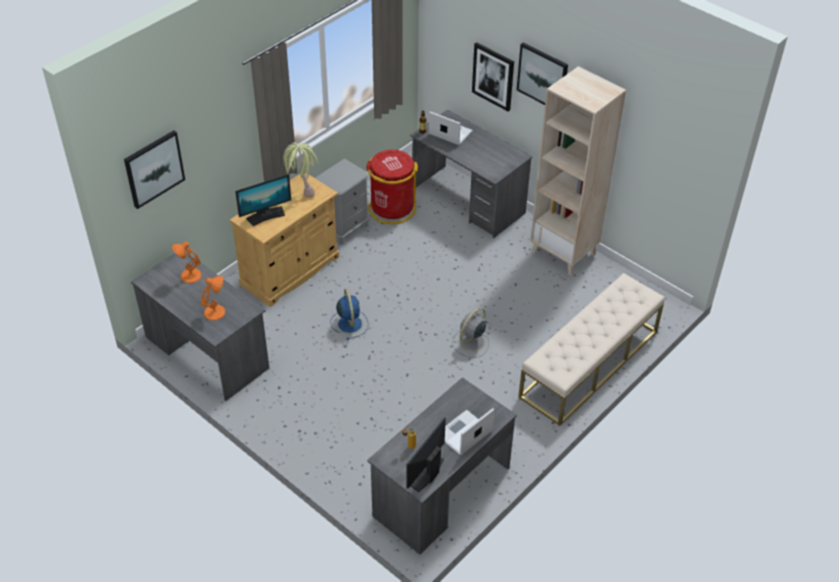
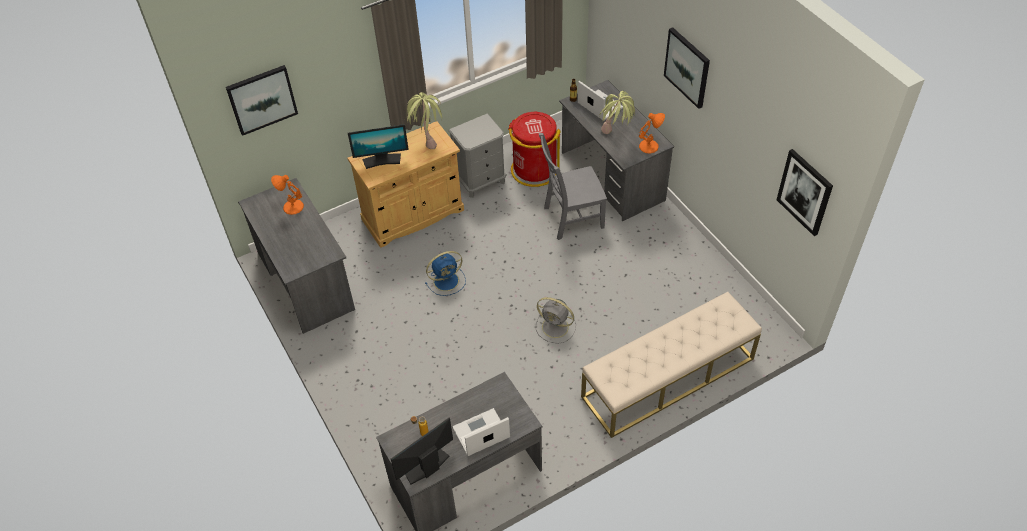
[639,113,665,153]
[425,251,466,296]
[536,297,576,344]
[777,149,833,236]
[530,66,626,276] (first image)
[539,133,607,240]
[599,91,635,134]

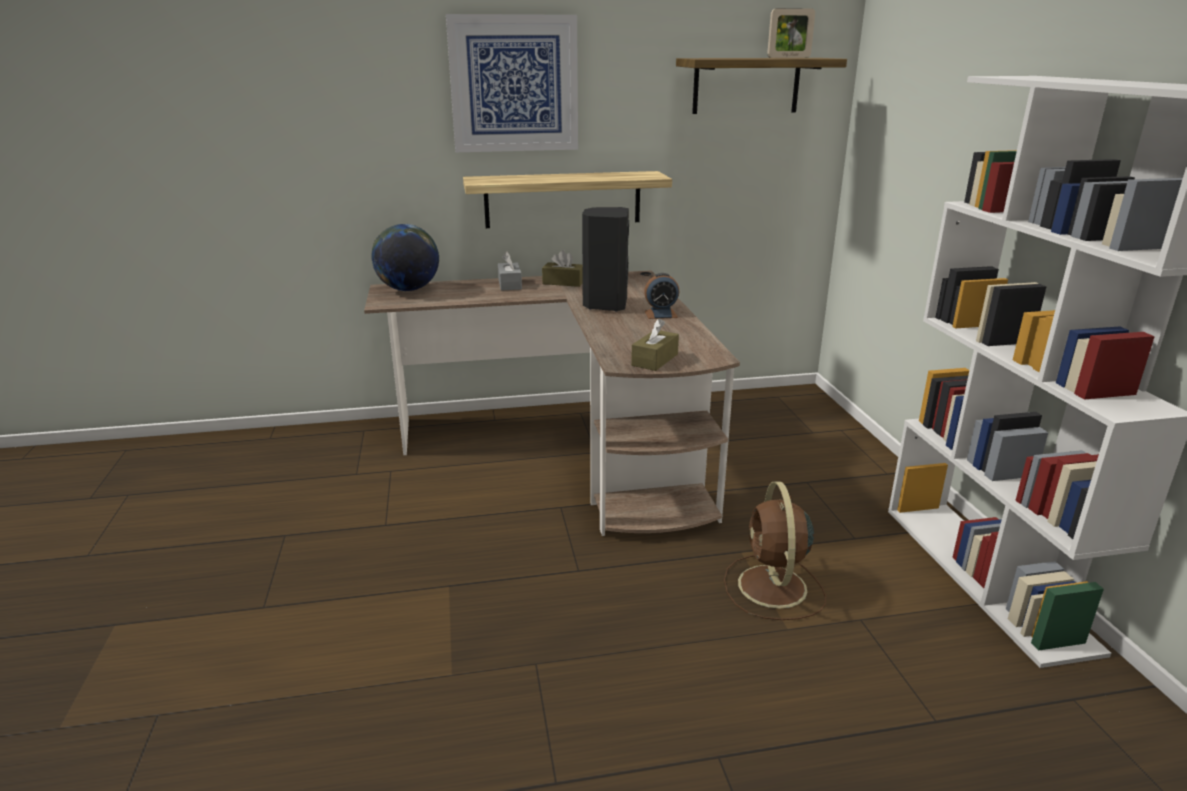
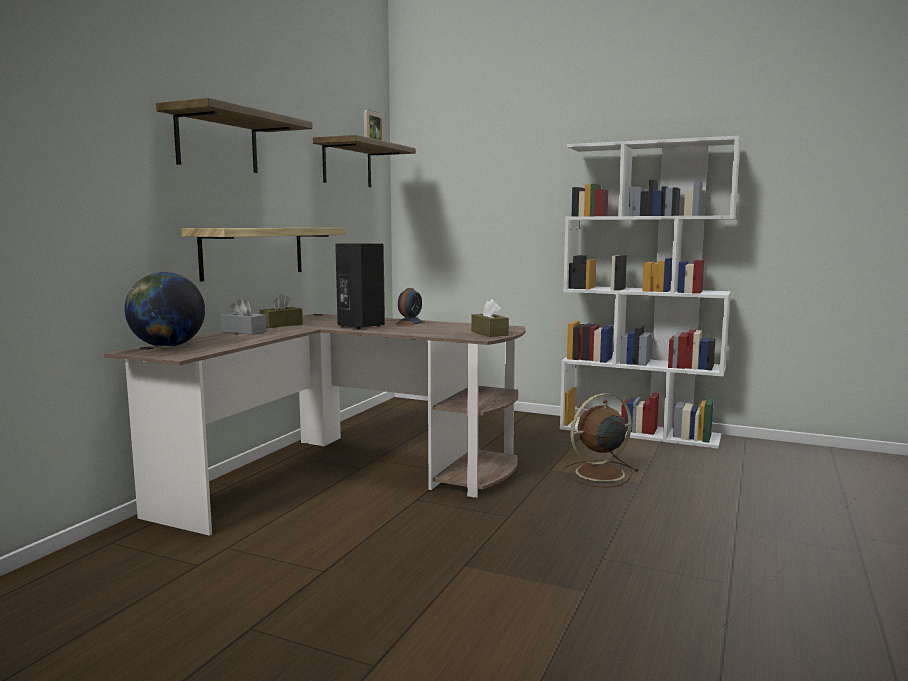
[156,98,313,173]
[563,393,639,488]

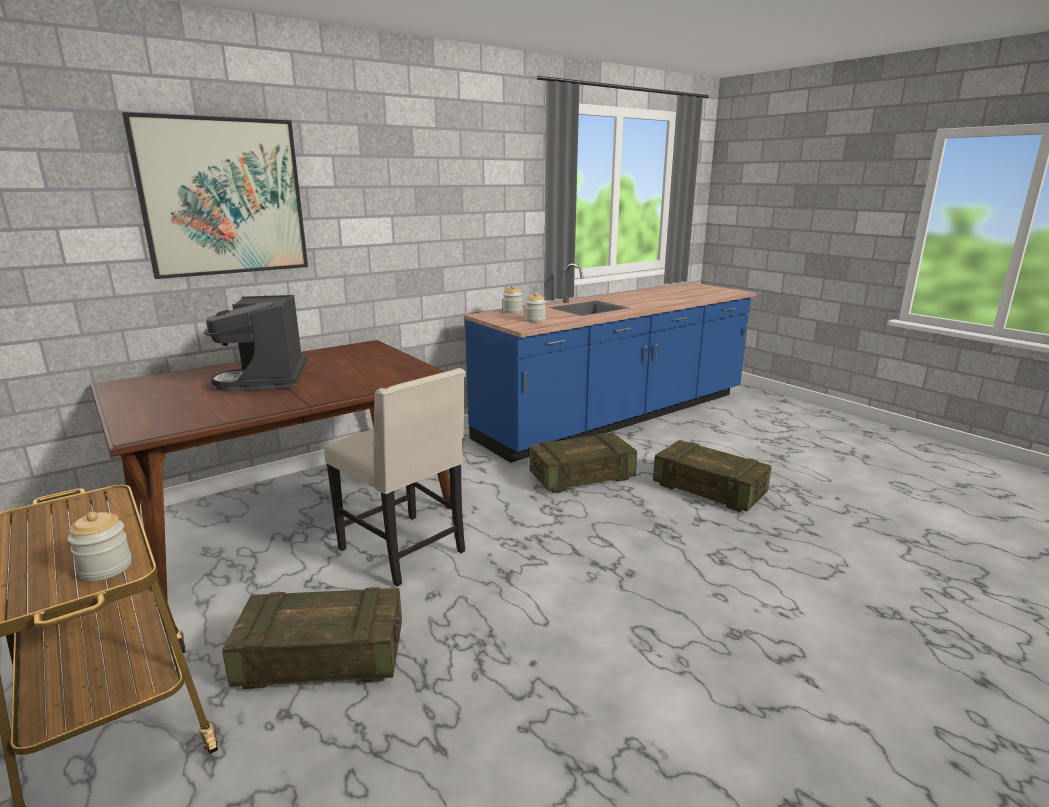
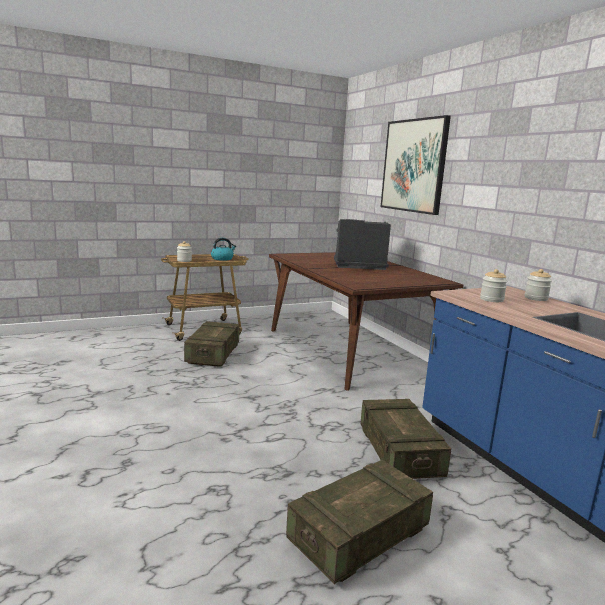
[324,368,466,587] (first image)
[211,238,236,261]

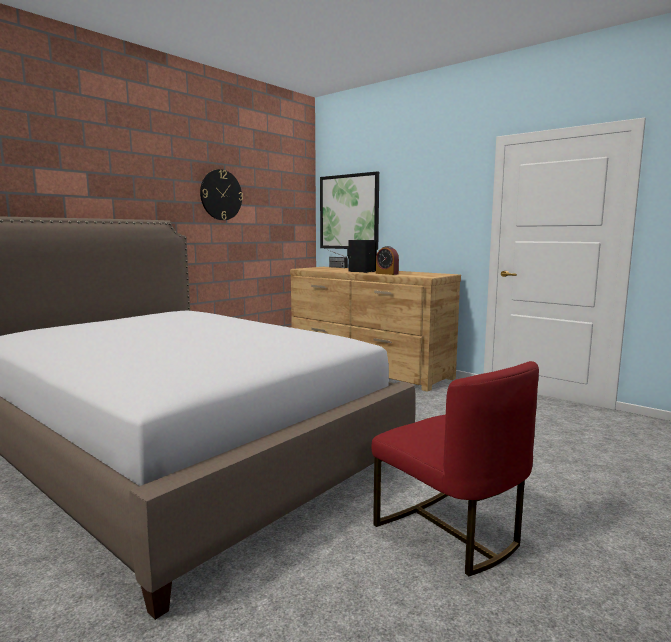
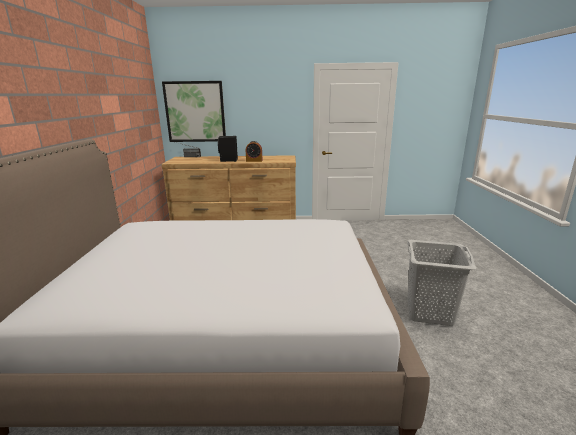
[200,169,243,220] (first image)
[407,240,476,326]

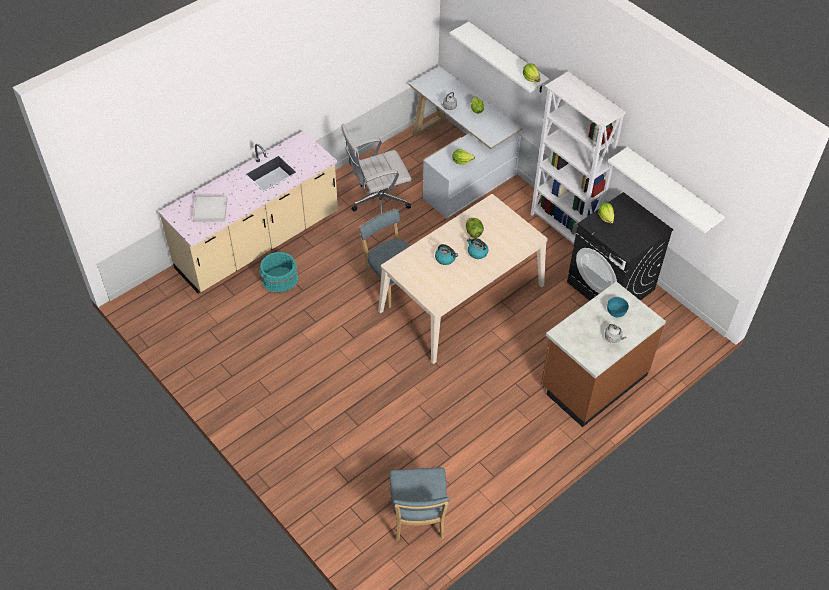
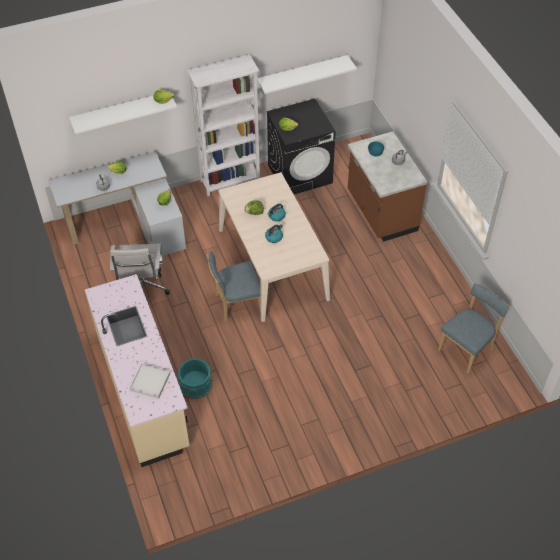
[438,283,510,374]

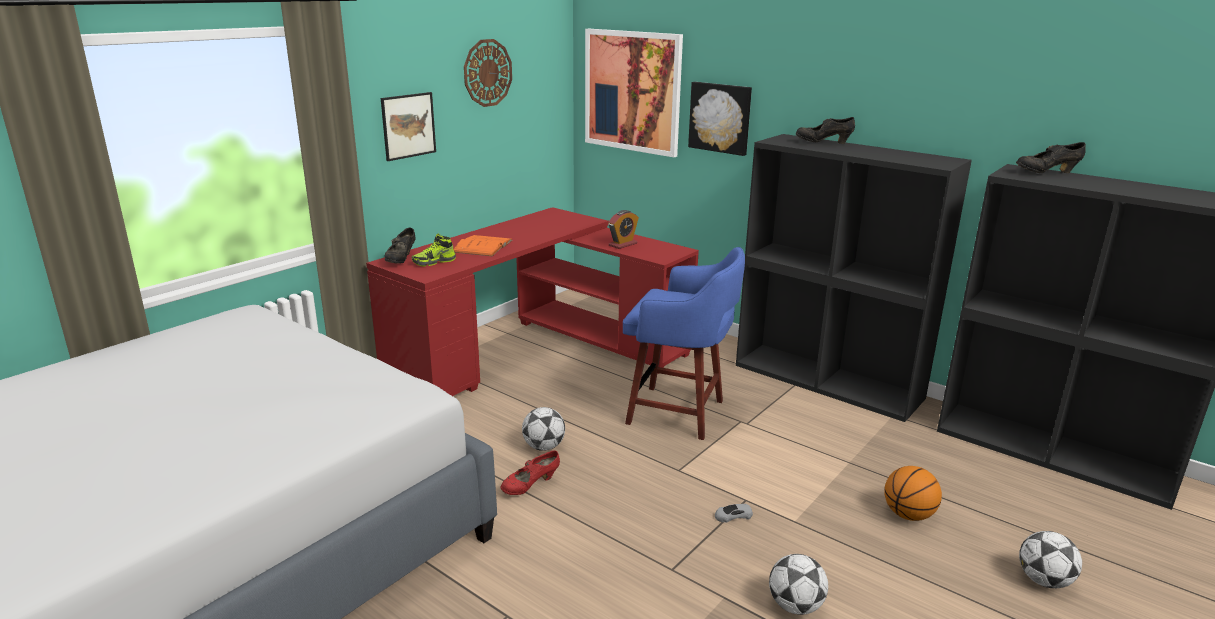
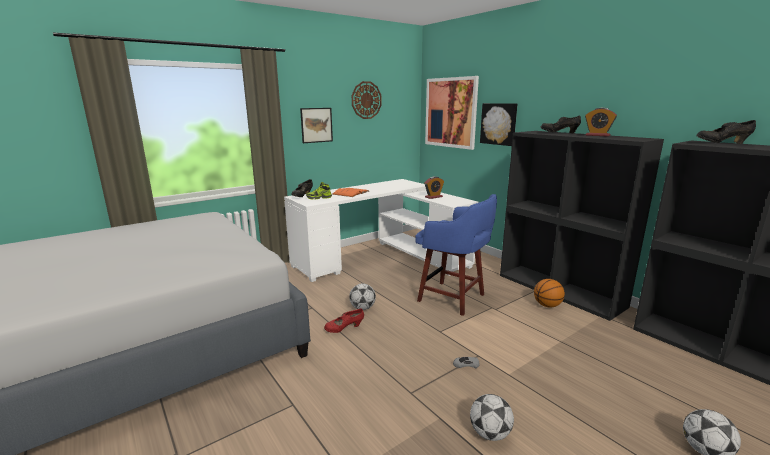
[284,179,479,282]
[534,279,565,307]
[585,107,617,136]

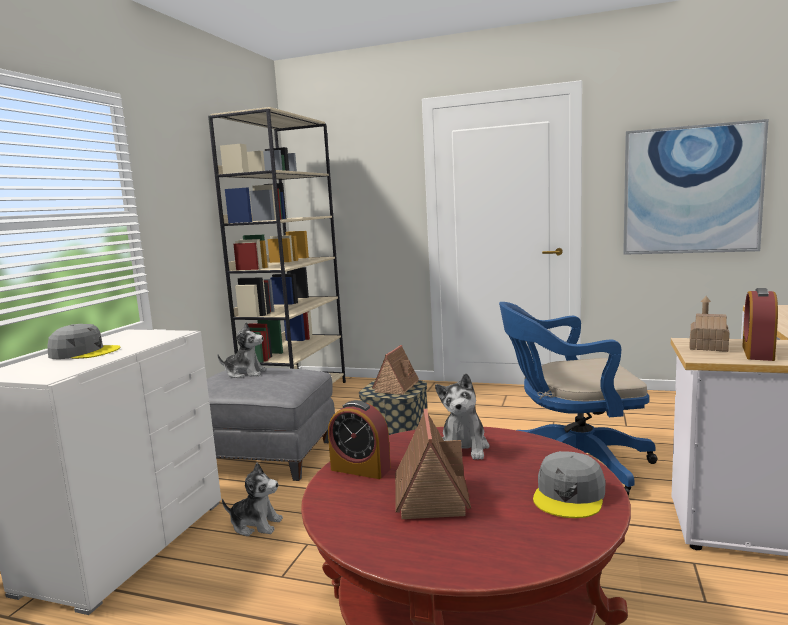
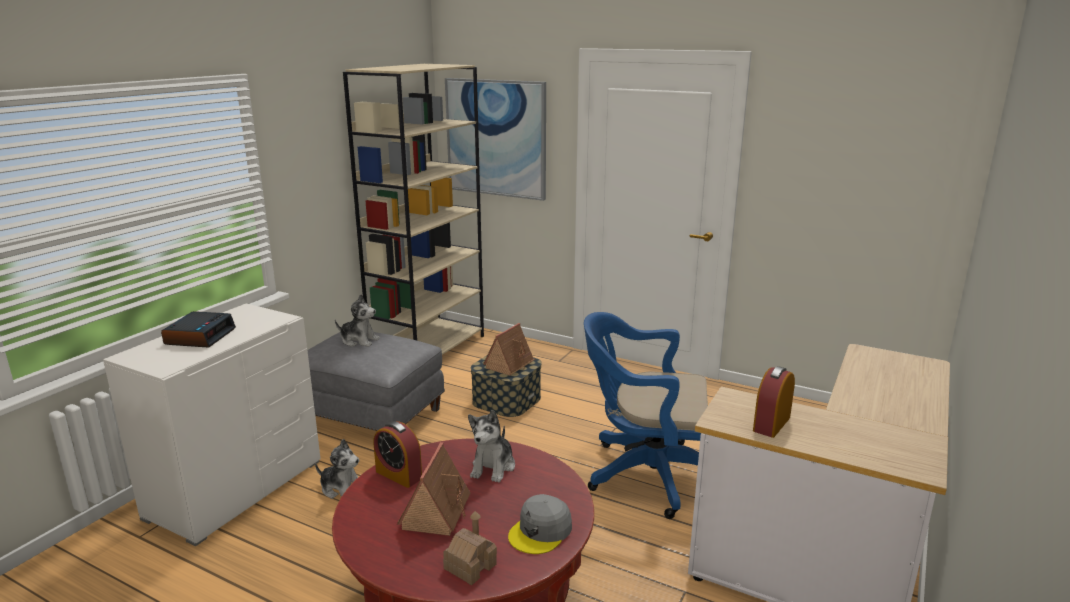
[161,311,236,348]
[445,78,546,201]
[443,511,497,585]

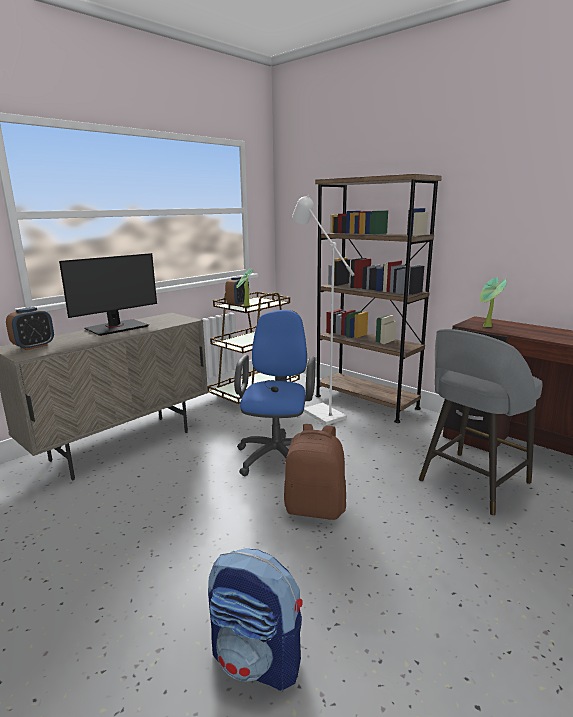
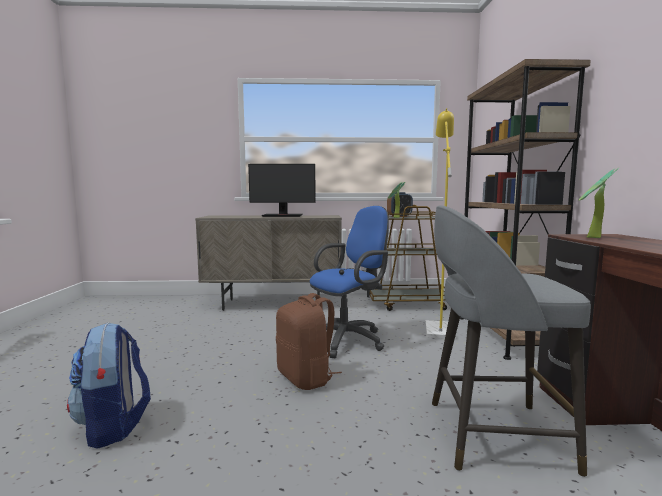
[6,307,54,350] (first image)
[425,108,456,339]

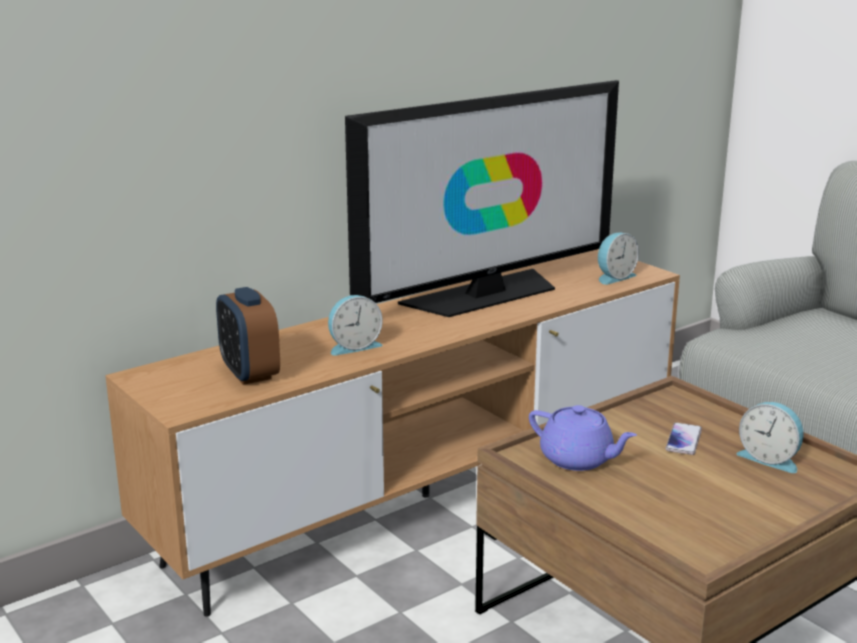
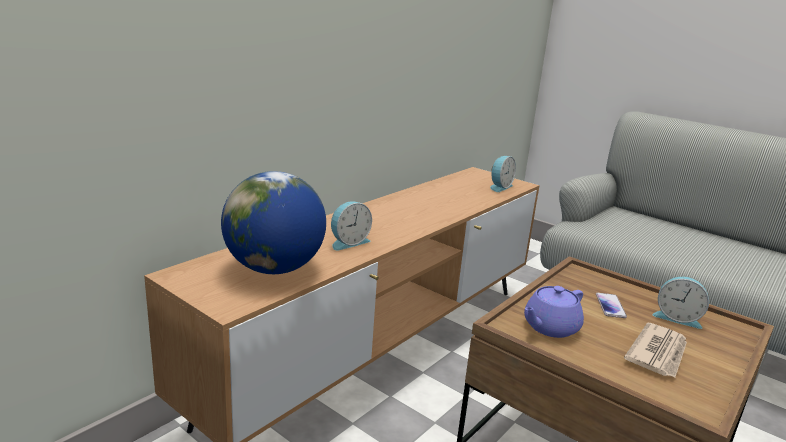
[221,171,326,274]
[345,80,619,317] (first image)
[524,286,584,338]
[624,322,687,377]

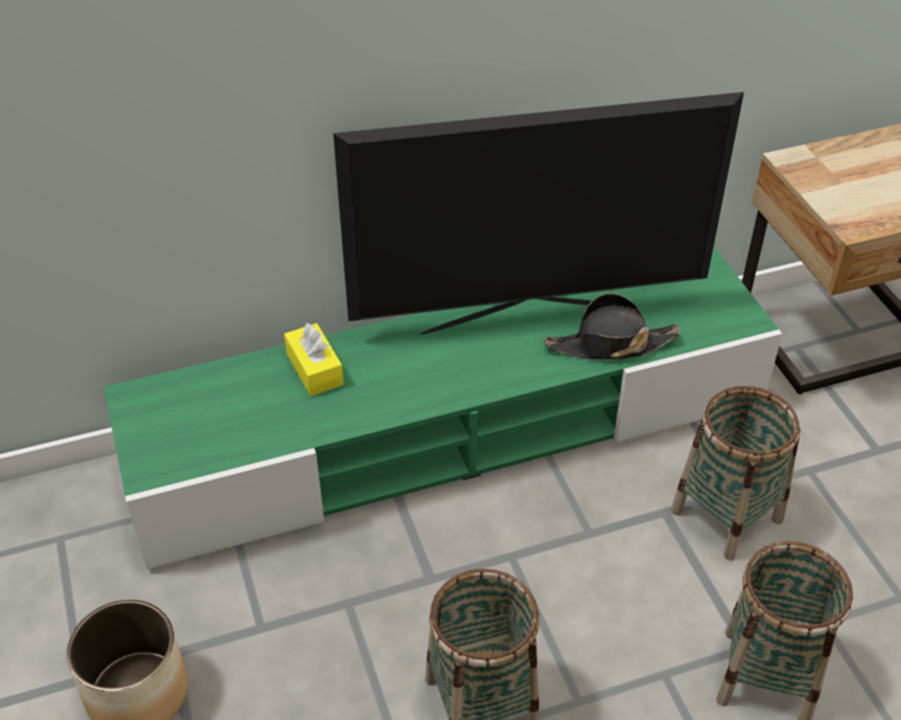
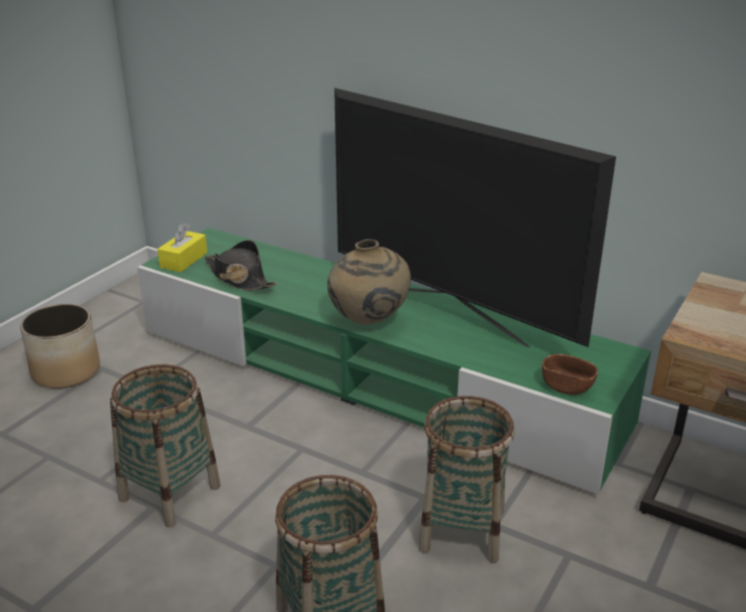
[157,223,207,272]
[205,240,277,291]
[327,239,411,325]
[542,354,598,395]

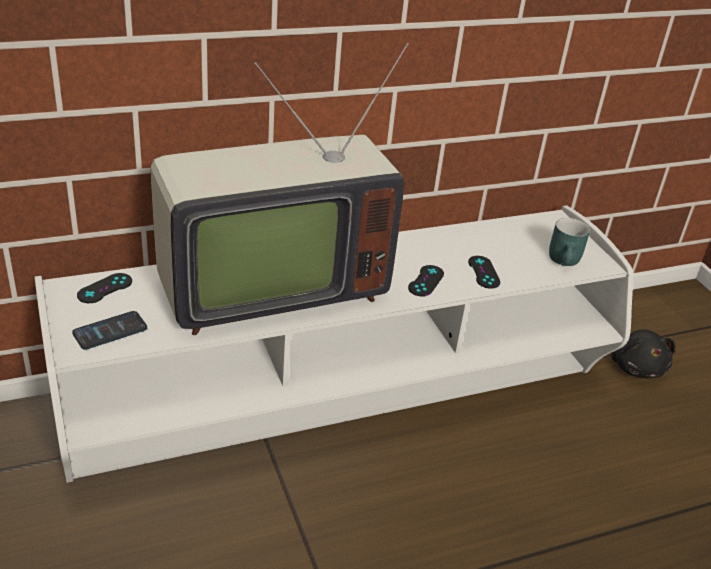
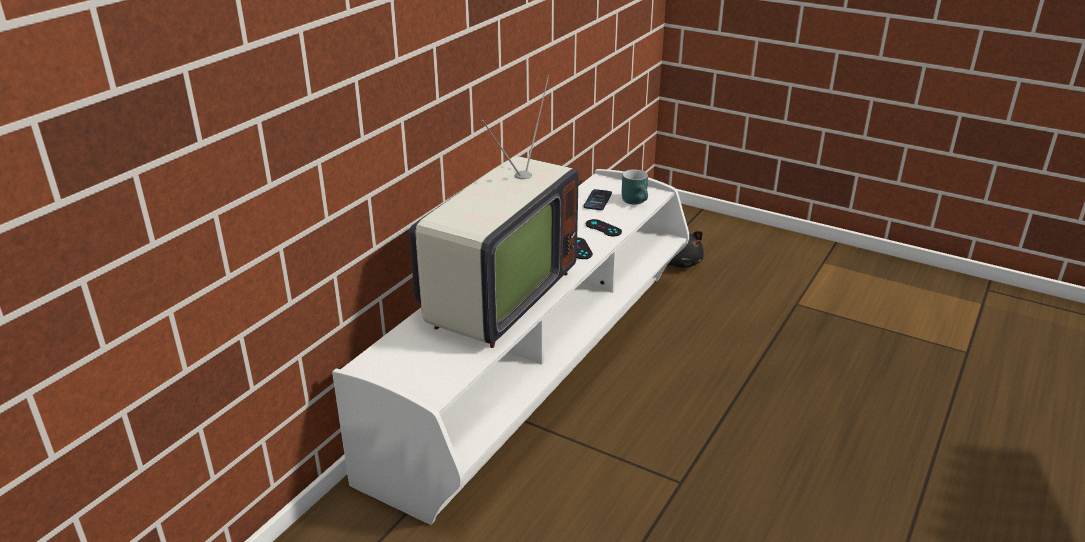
[584,189,612,210]
[77,273,132,303] (first image)

